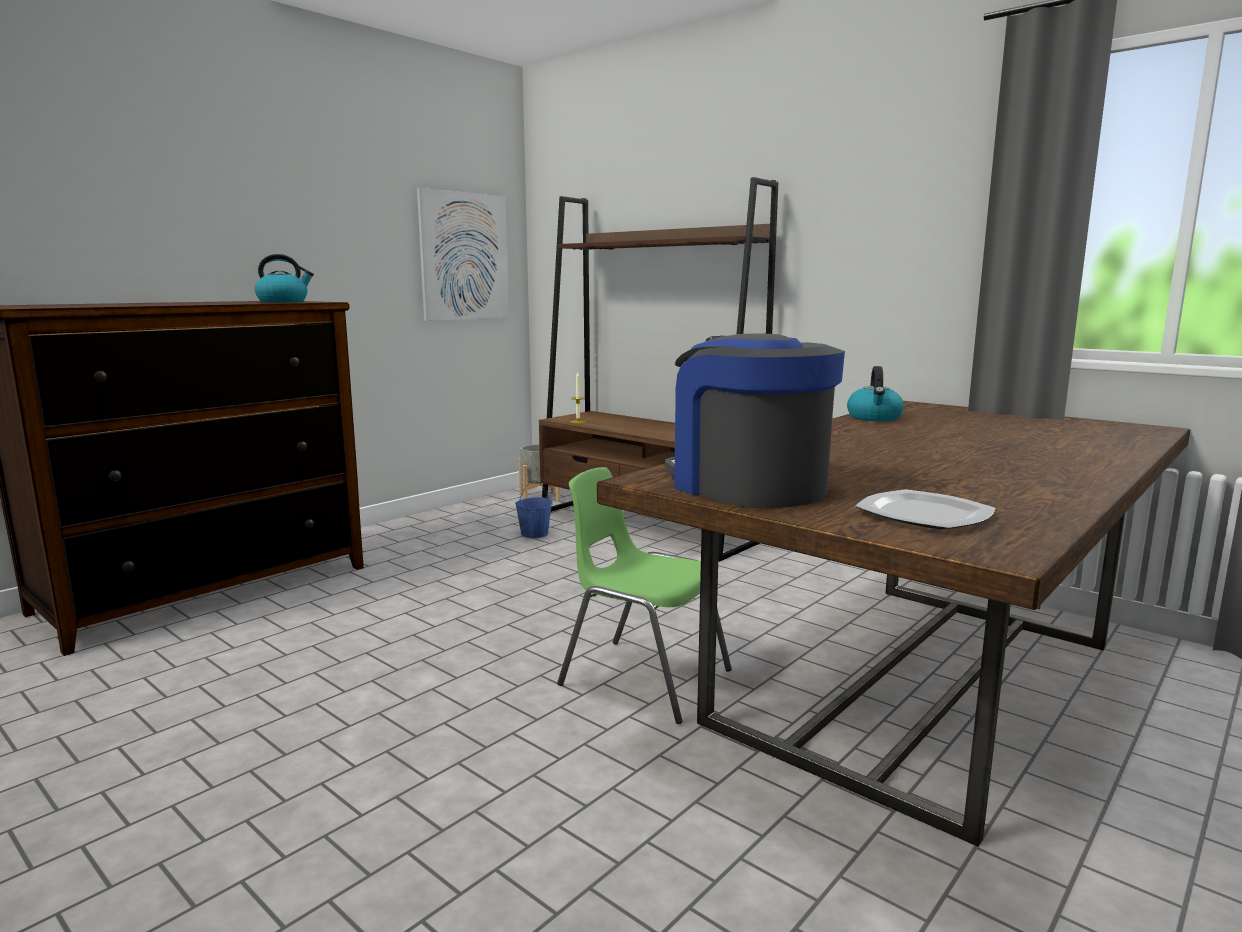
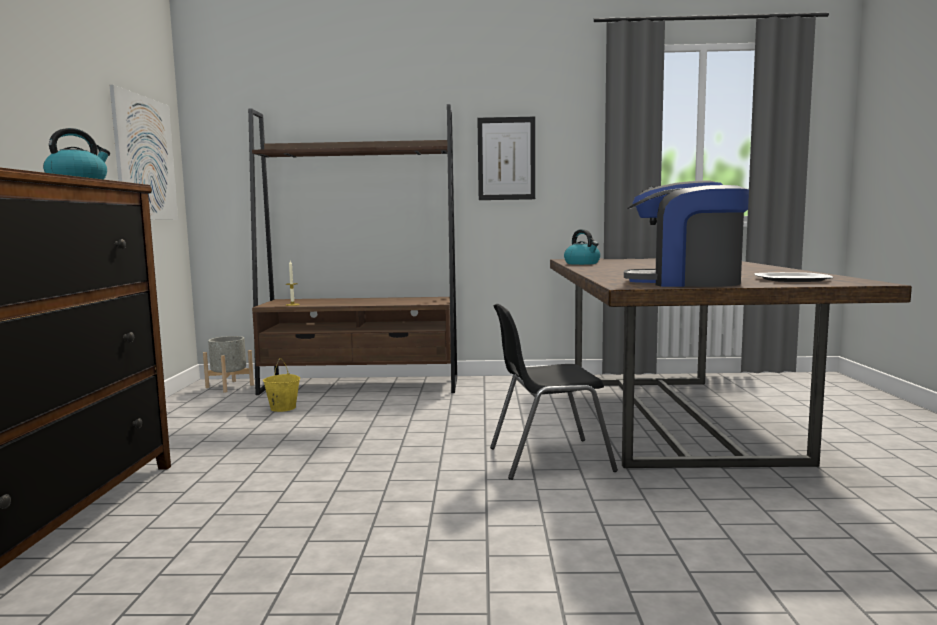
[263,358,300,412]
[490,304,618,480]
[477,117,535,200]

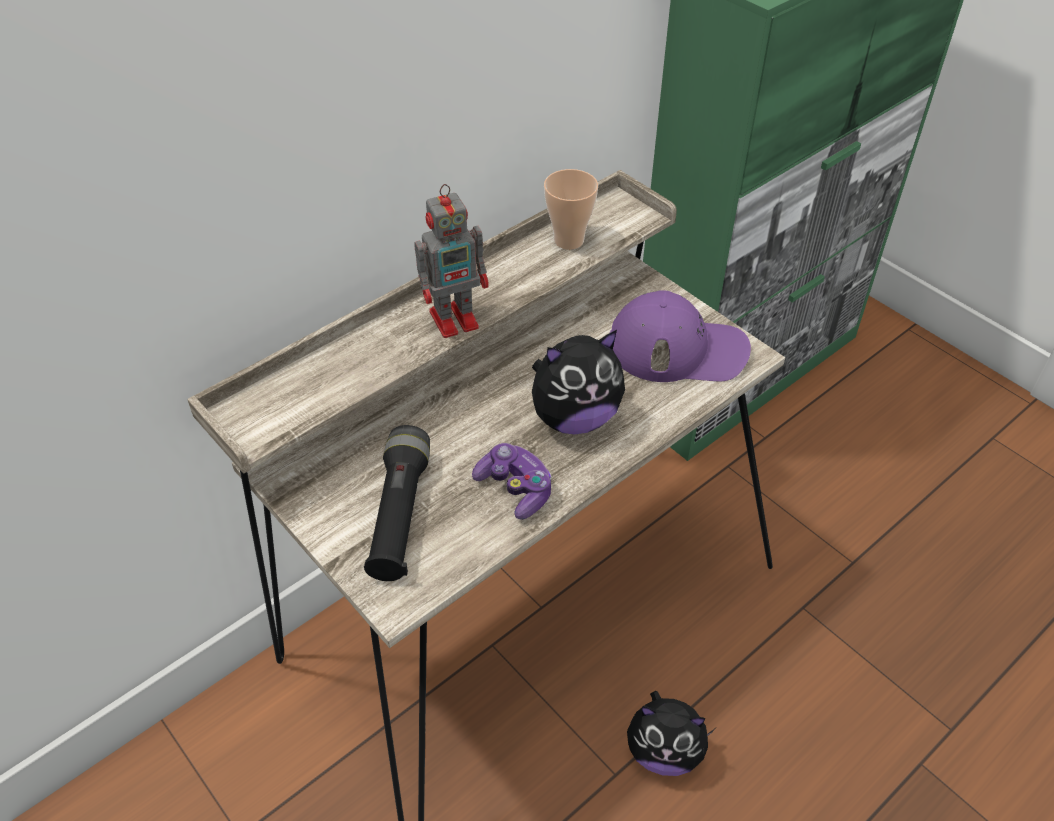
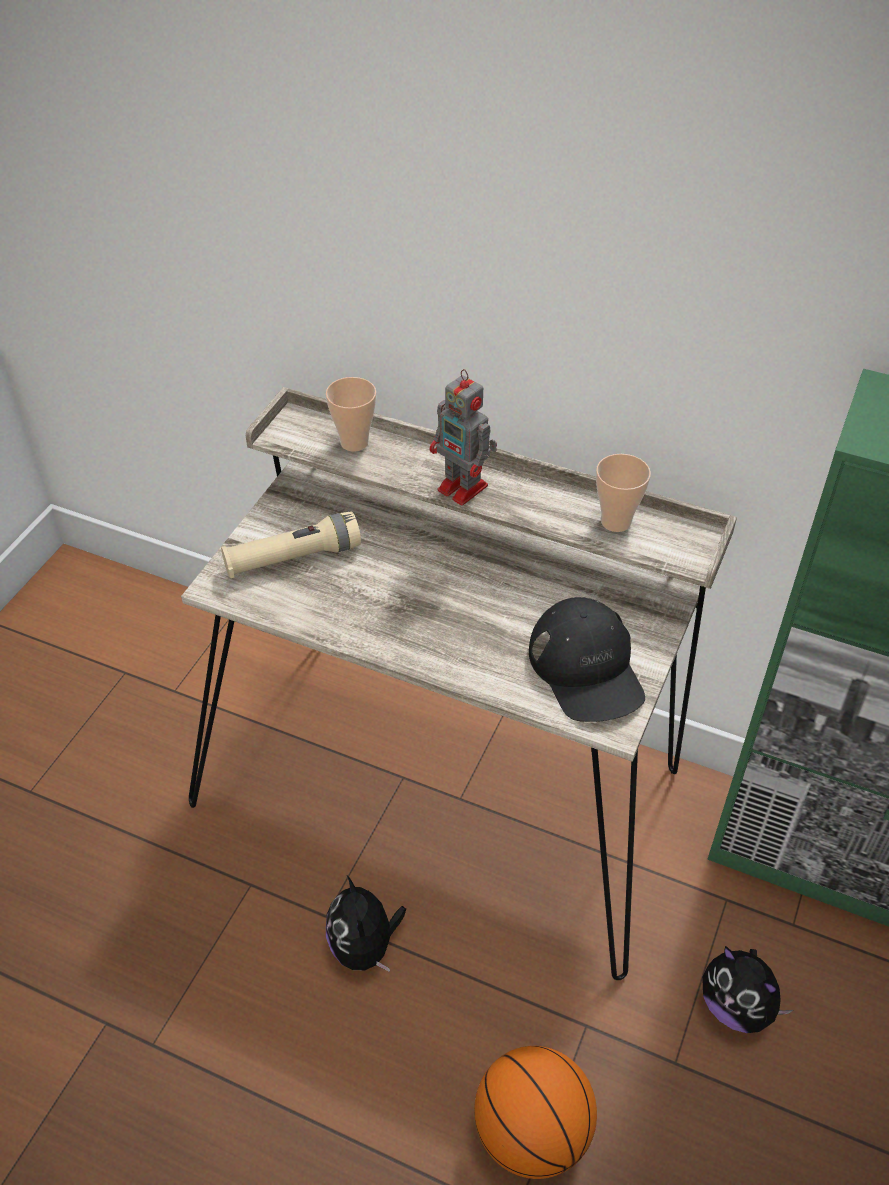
[221,511,361,578]
[472,443,552,520] (first image)
[702,946,793,1033]
[529,597,645,722]
[326,377,376,451]
[474,1046,597,1179]

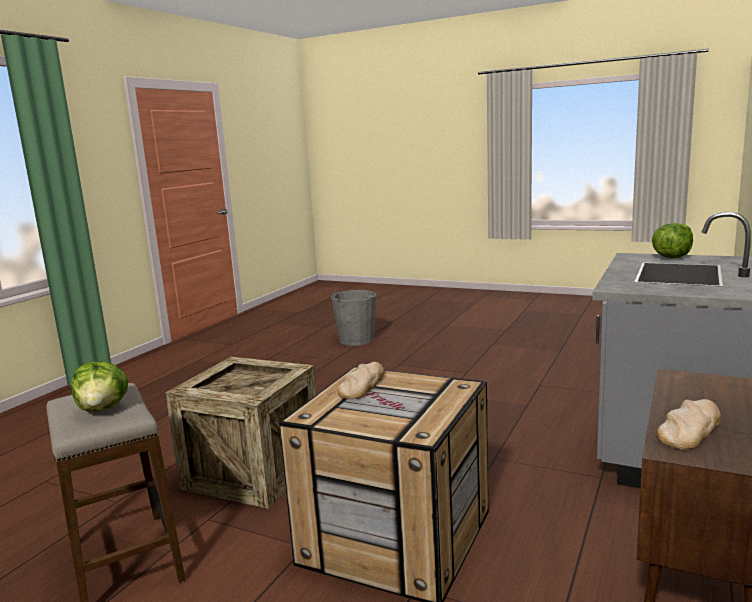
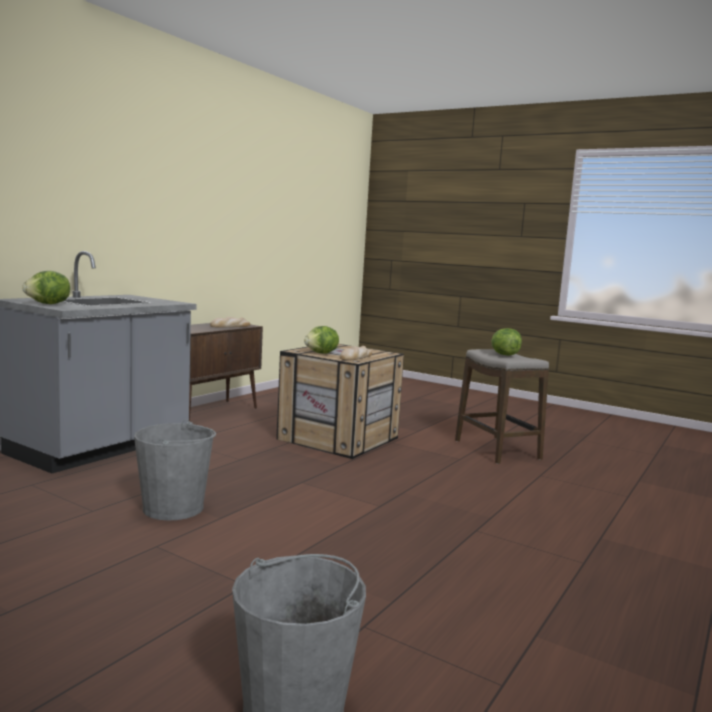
[166,357,316,509] (first image)
[134,419,216,521]
[304,326,339,354]

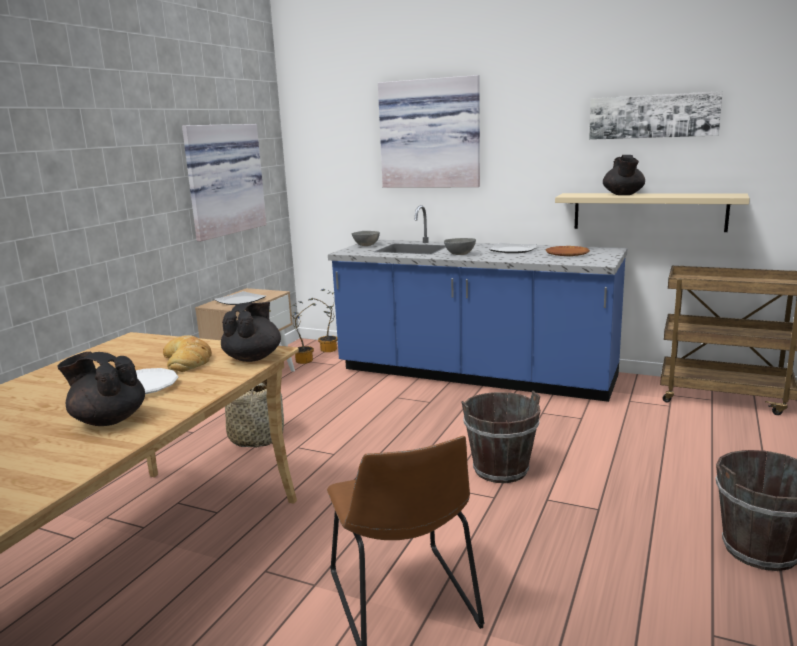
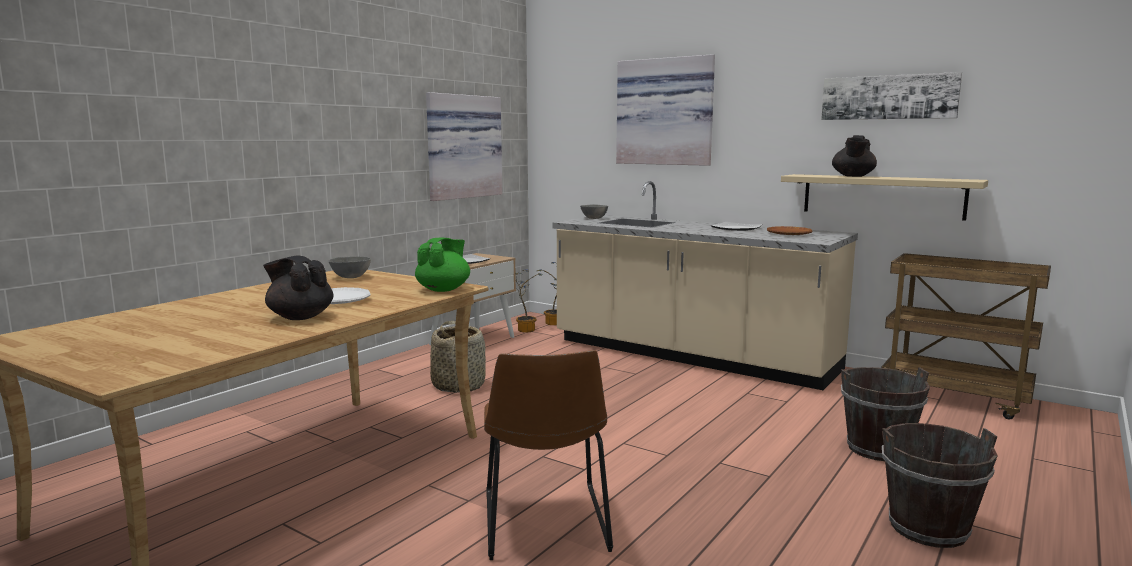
[163,335,212,372] (first image)
[415,238,470,292]
[552,181,858,390]
[329,257,371,278]
[841,367,930,461]

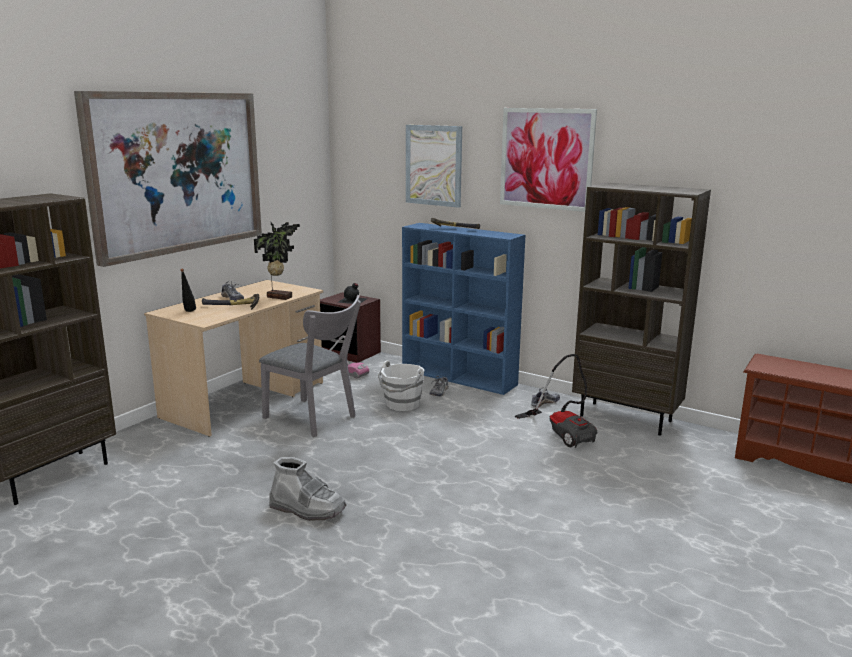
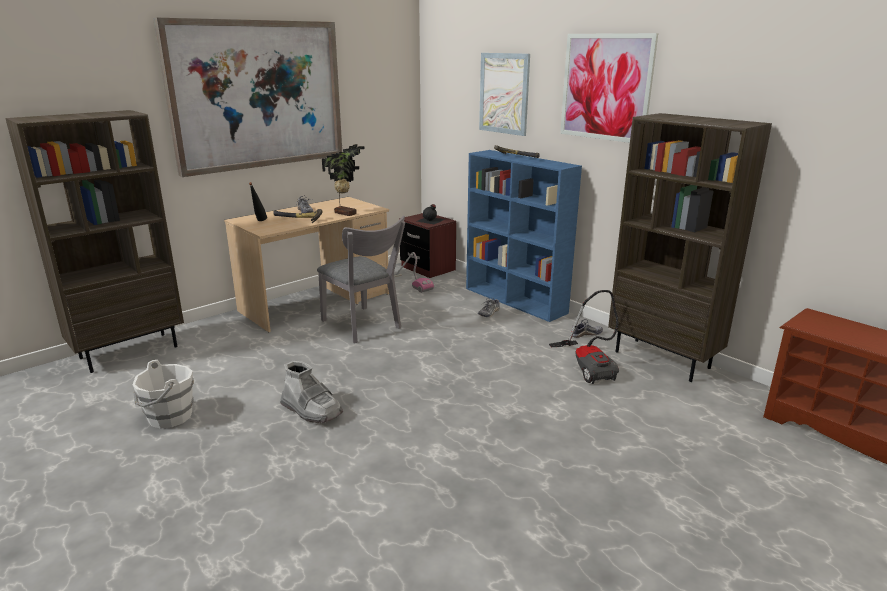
[132,360,194,429]

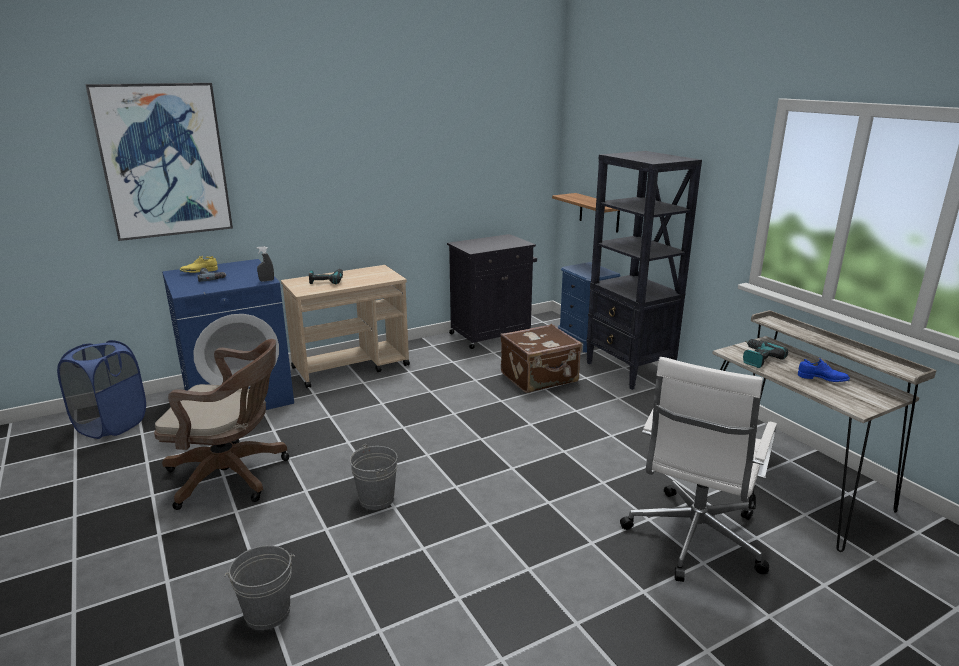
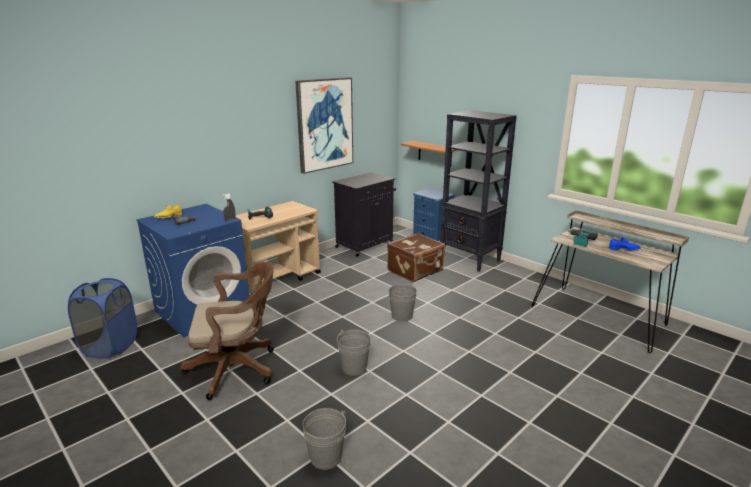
[295,77,353,174]
[620,357,777,582] (first image)
[389,283,417,322]

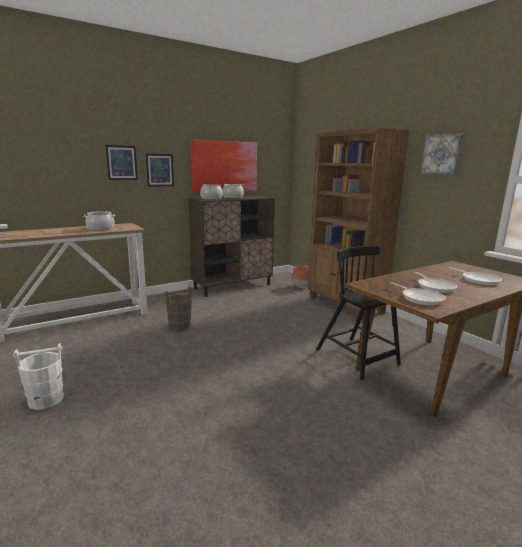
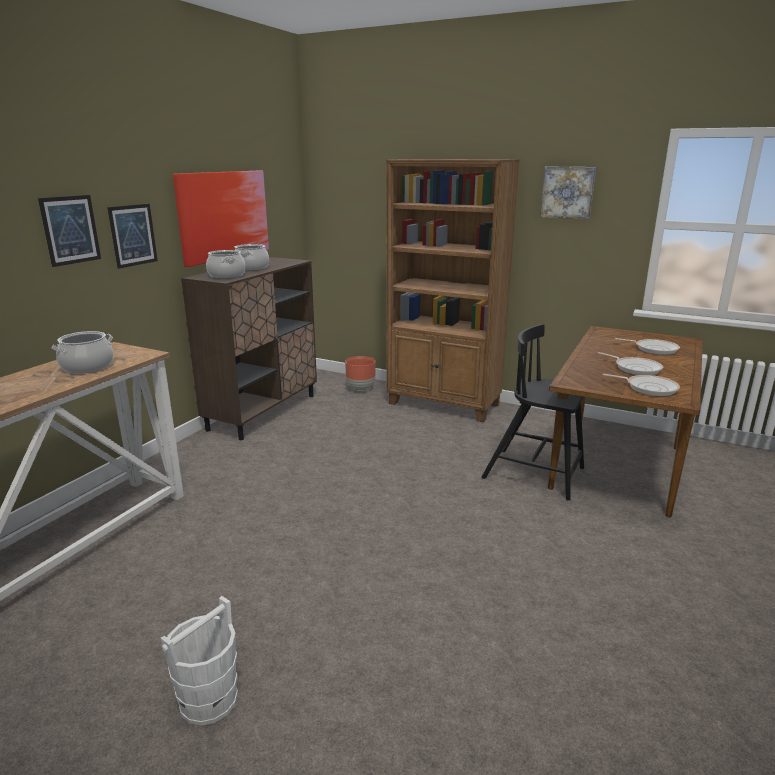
[164,286,192,331] (first image)

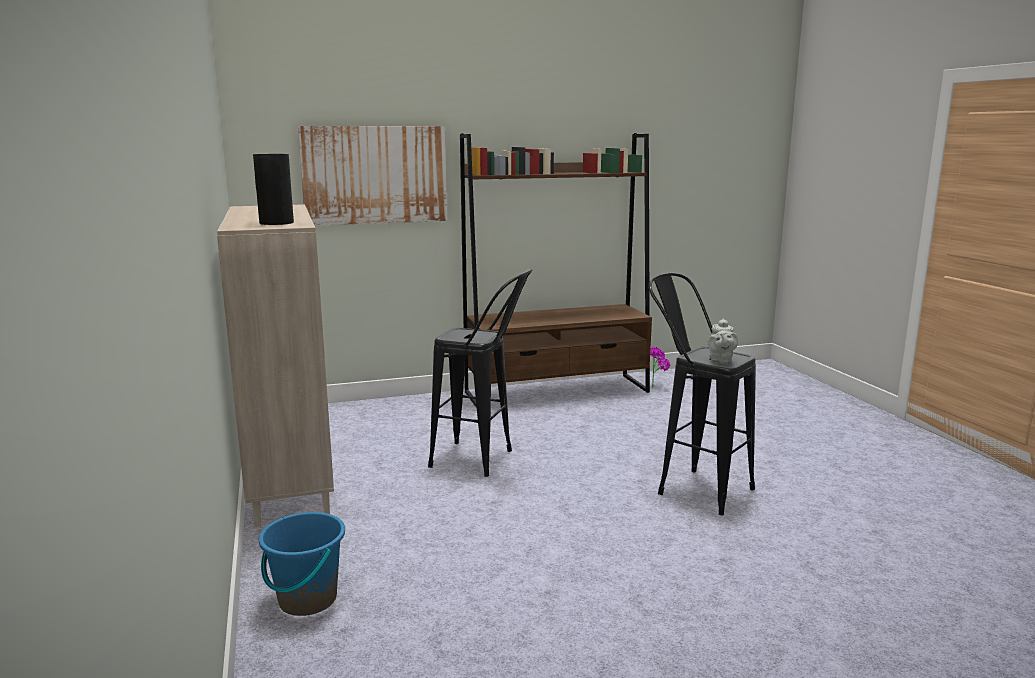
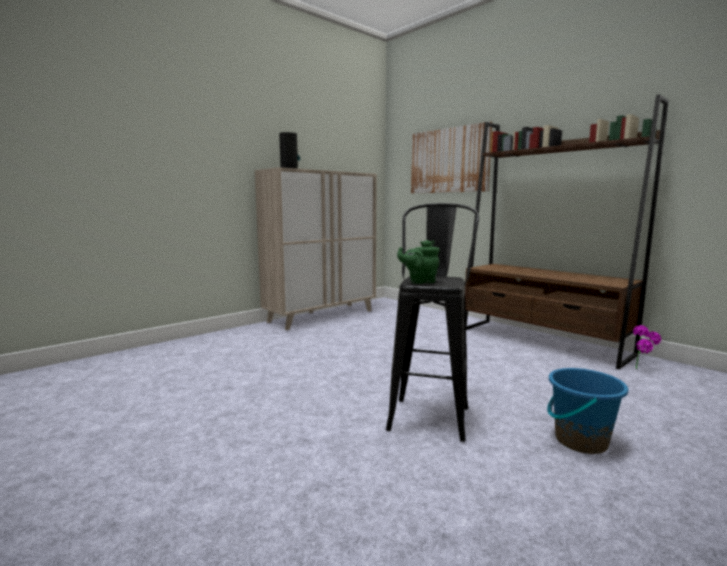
[547,368,628,454]
[428,269,533,477] (first image)
[397,240,440,284]

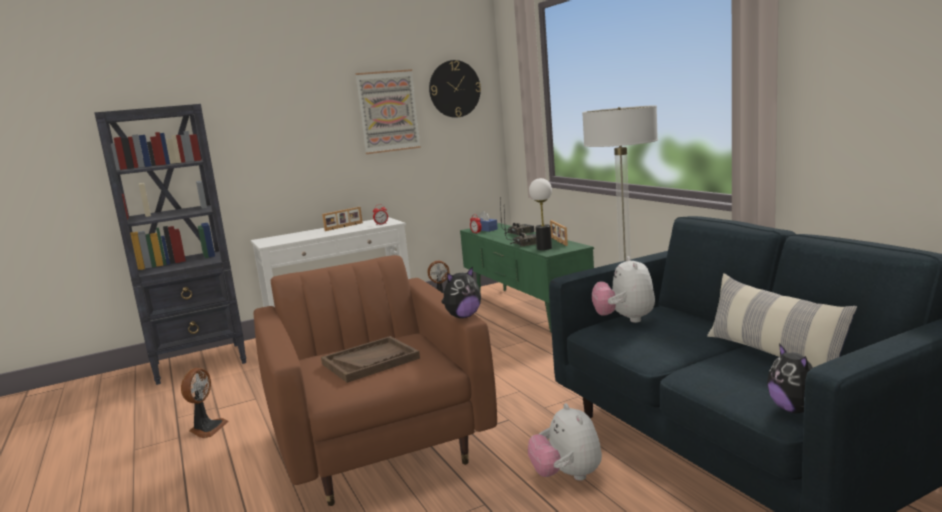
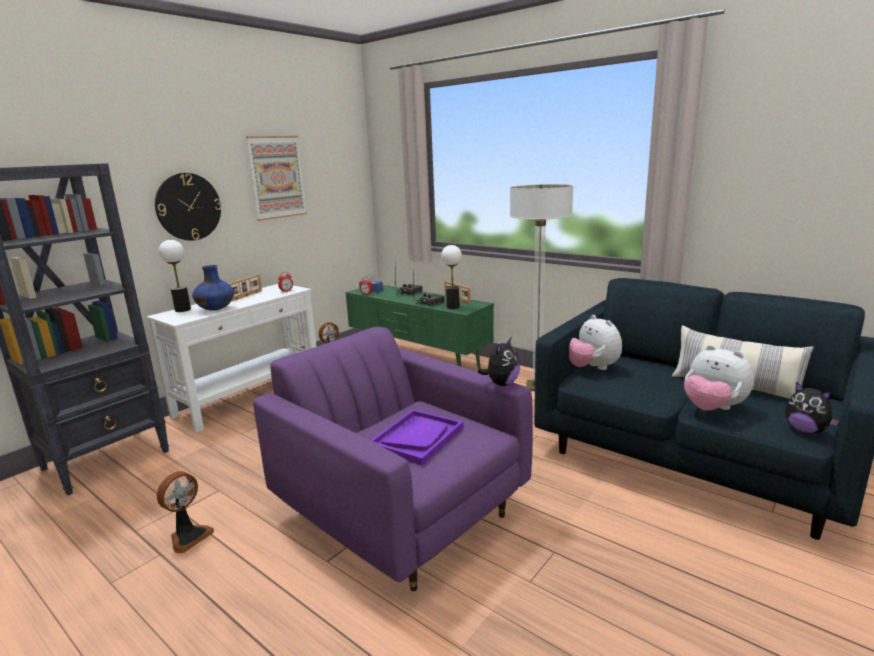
[157,471,214,553]
[253,327,533,591]
[370,409,463,466]
[155,173,222,241]
[684,345,754,411]
[159,240,191,312]
[192,265,234,310]

